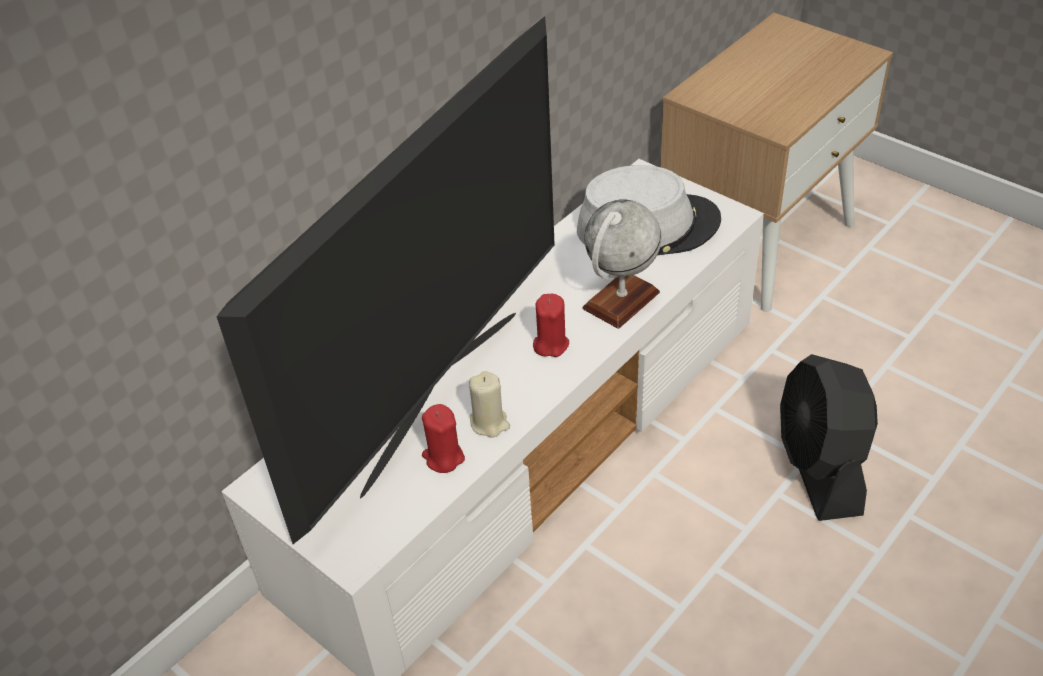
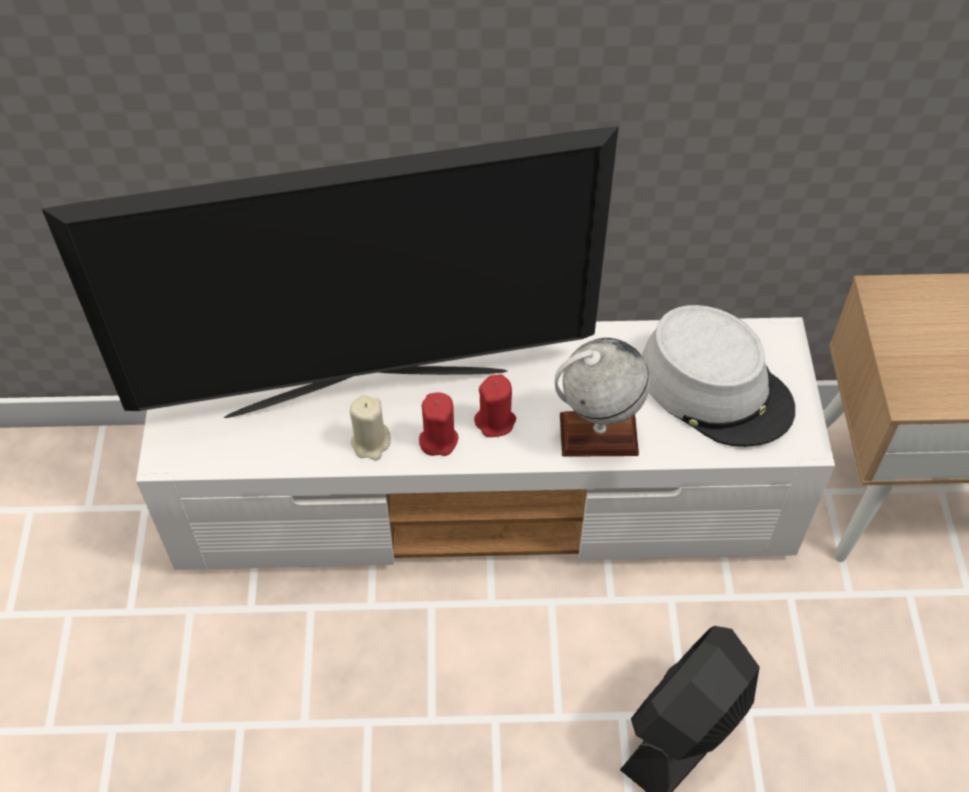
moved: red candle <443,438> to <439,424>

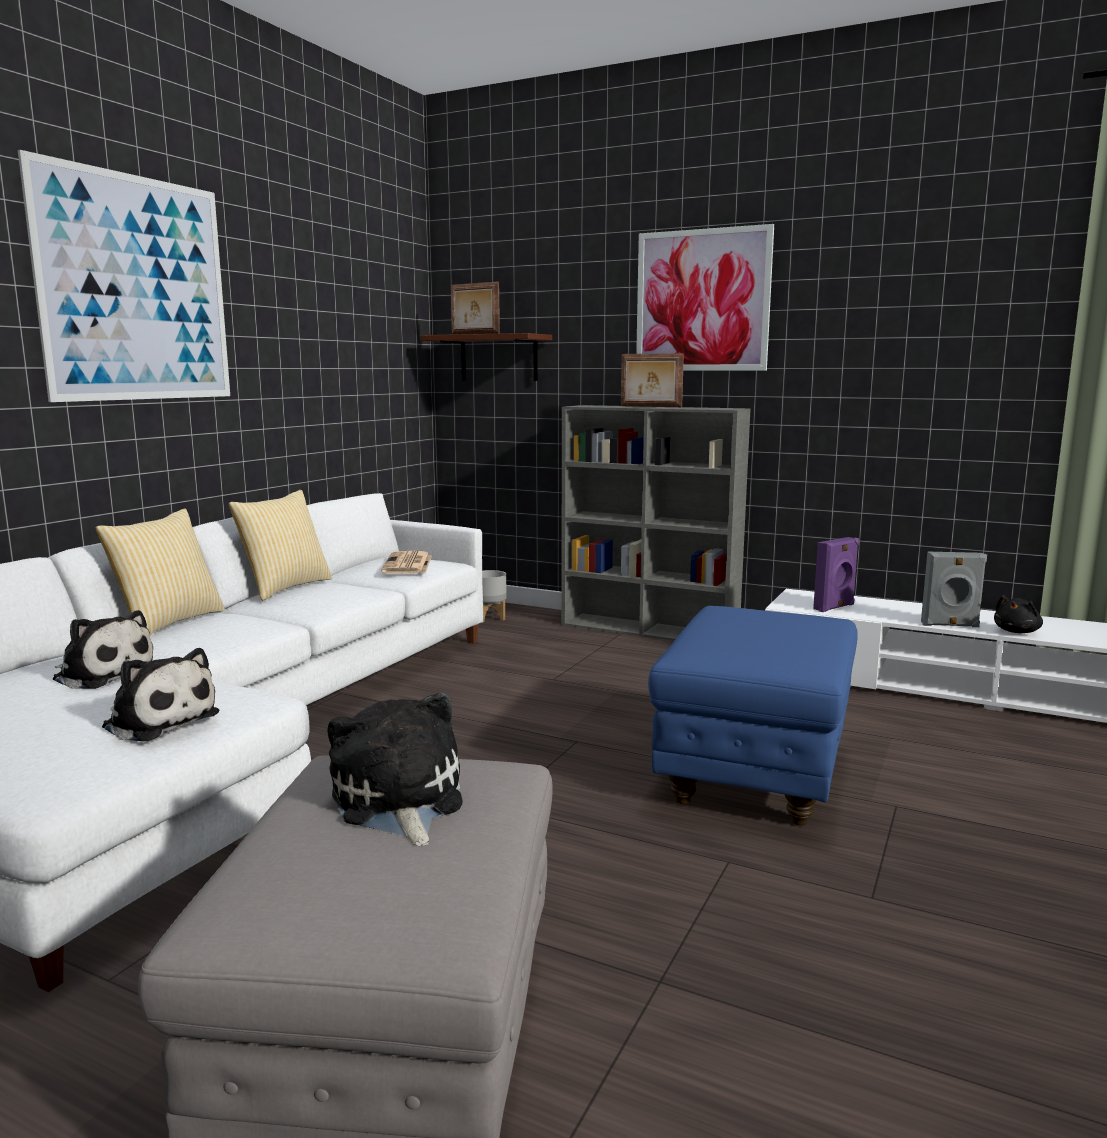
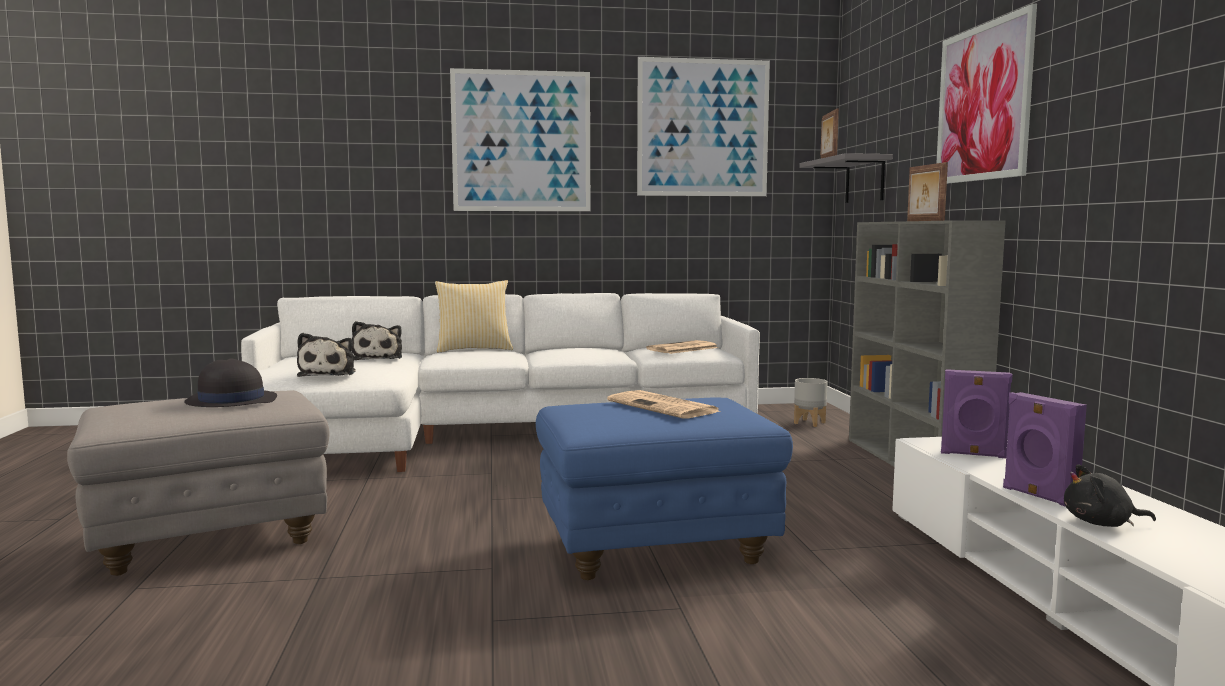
removed: pillow <280,545>
added: newspaper <664,404>; picture <703,126>
replaced: plush toy <395,769> to black hat <230,382>
recoloured: brown shelf <486,357> to grey shelf <846,178>; grey speaker <954,589> to purple speaker <1045,449>

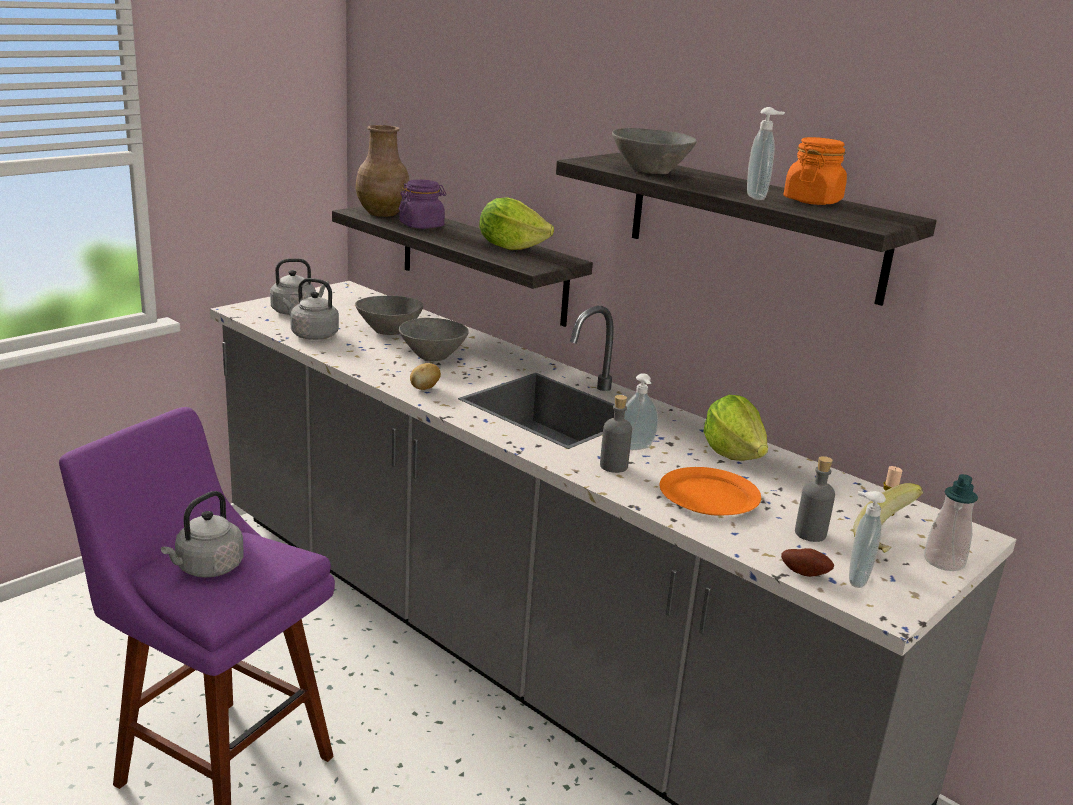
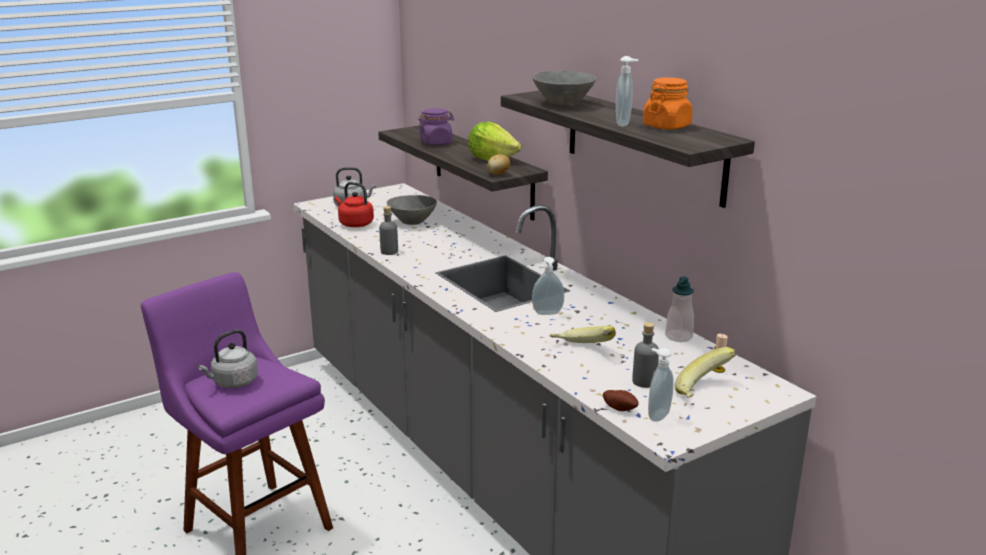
removed: brown vase <382,171>; grey bowl <434,339>; lettuce <736,428>
moved: potato <425,376> to <498,165>; grey bottle <616,434> to <388,230>; soap dispenser <951,522> to <679,309>
replaced: orange plate <710,491> to banana <583,334>
recoloured: grey kettle <311,309> to red kettle <354,204>

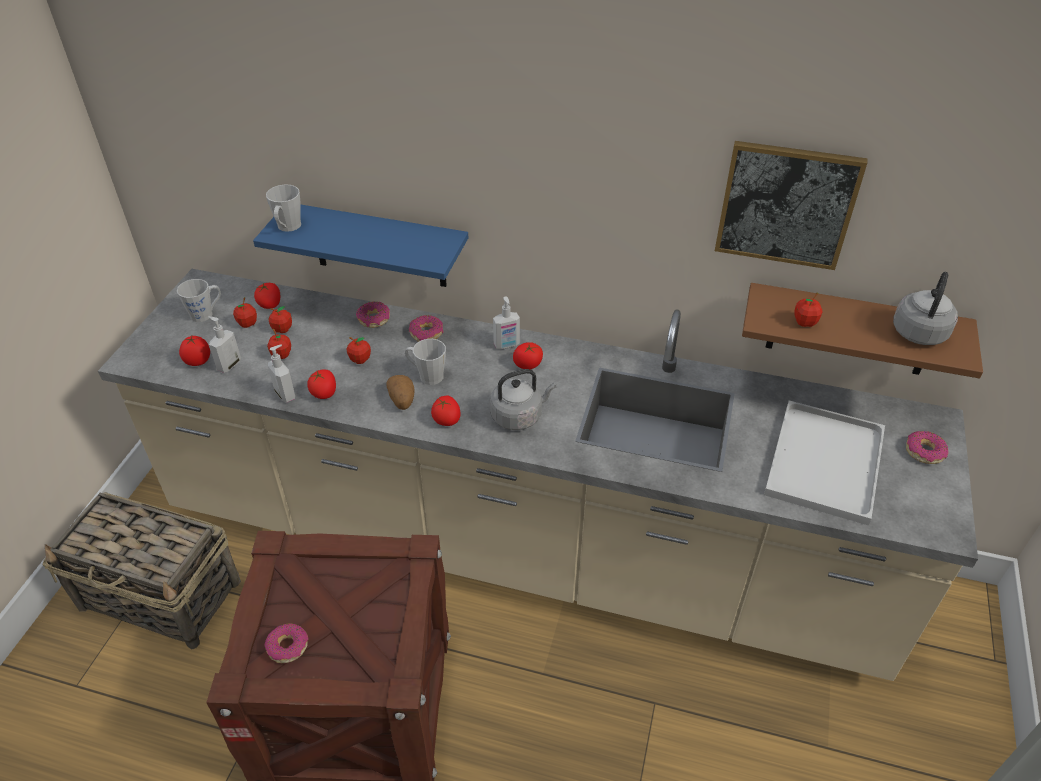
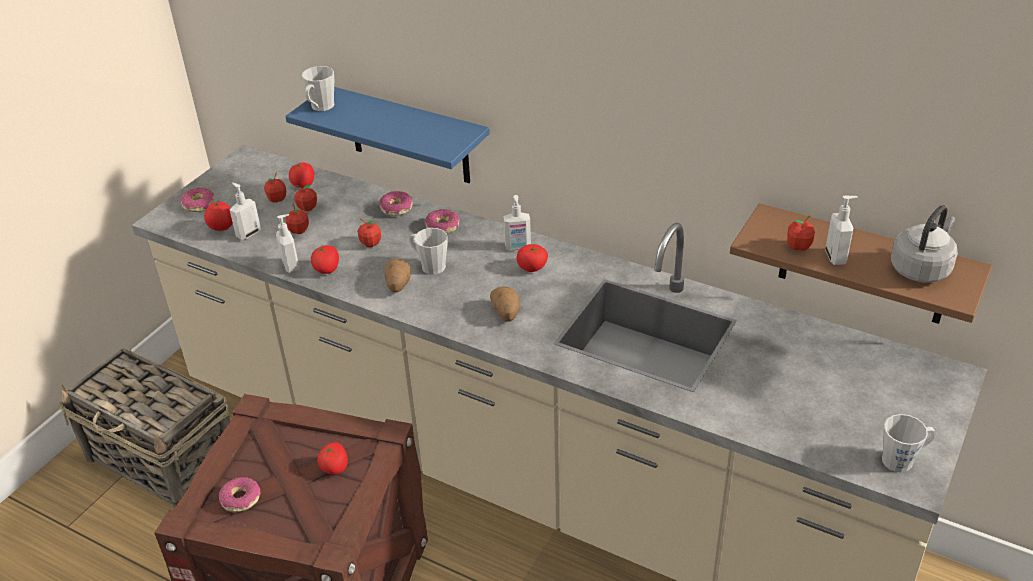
removed: picture <791,205>; white tray <824,462>
added: soap dispenser <841,230>
moved: grey mug <199,300> to <909,443>; tomato <445,411> to <332,459>; donut <927,447> to <197,200>
replaced: grey kettle <523,399> to potato <504,303>

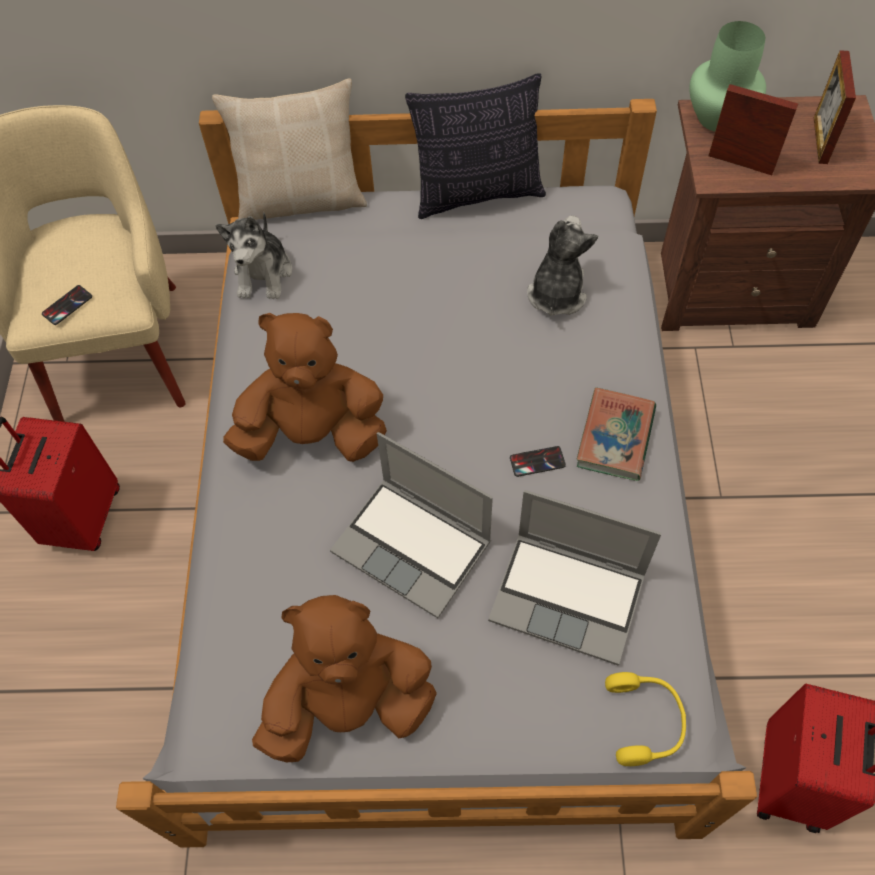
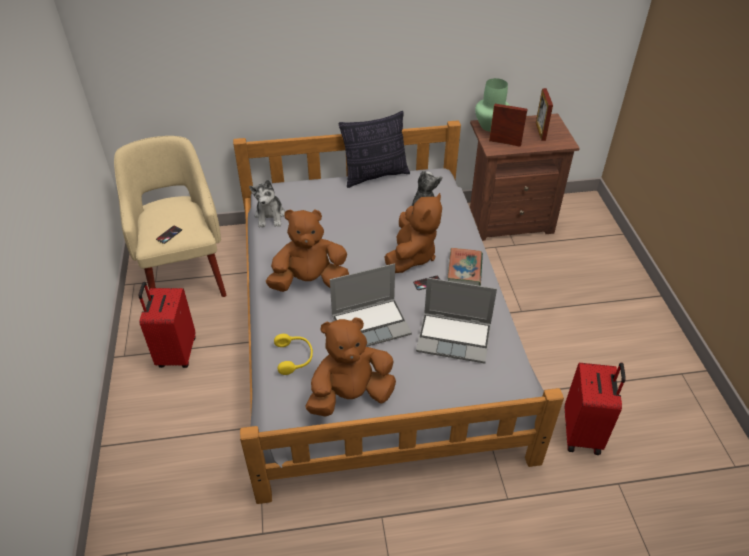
removed: beige pillow <289,149>
added: brown plush toy <413,233>
moved: yellow headphones <645,719> to <293,354>
turned: laptop <411,525> = <371,305> 45 degrees counterclockwise

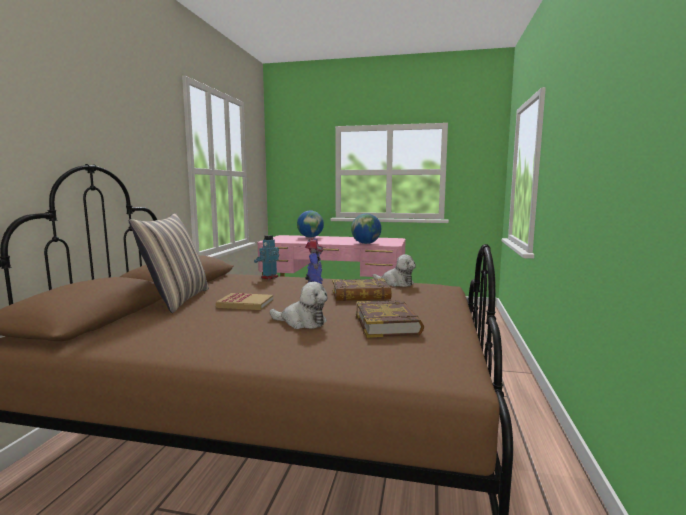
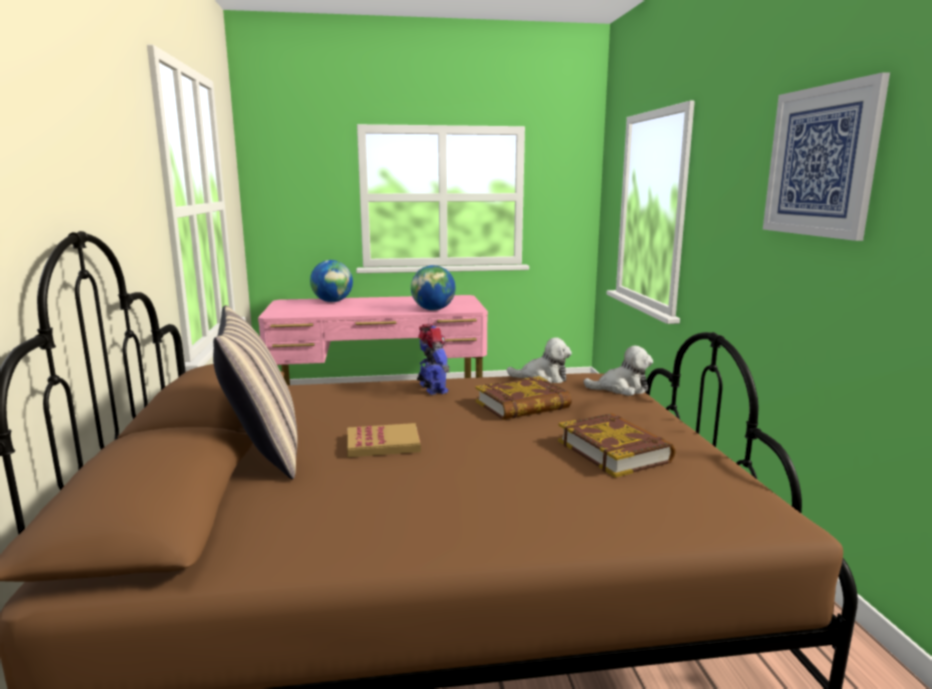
removed: toy robot <266,257>
added: picture <826,156>
moved: plush toy <299,305> to <618,371>

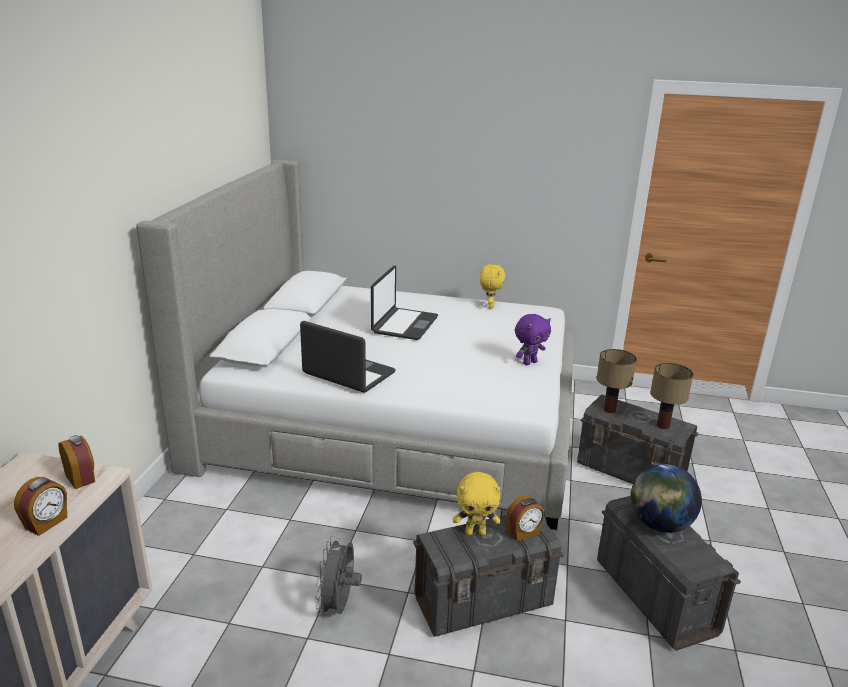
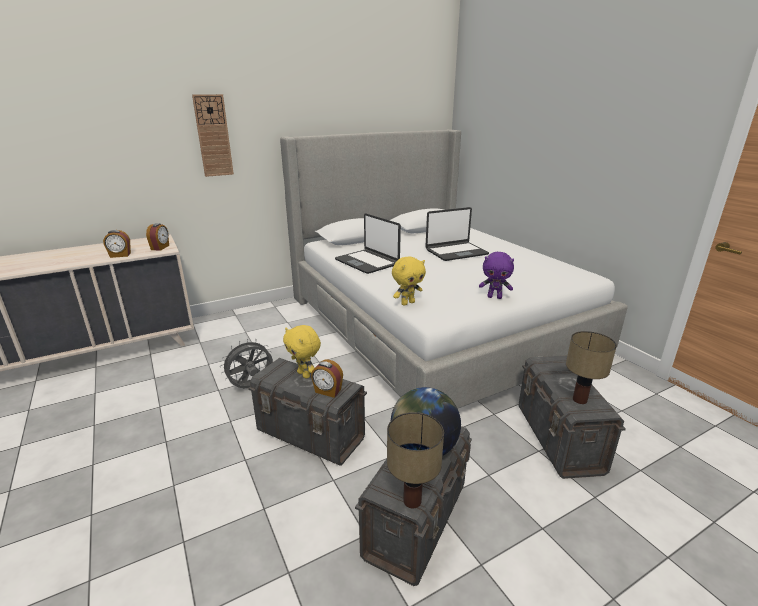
added: wall clock <213,135>
moved: yellow plush toy <492,286> to <409,281>; table lamp <617,381> to <415,460>
turned: laptop <348,356> = <368,243> 150 degrees clockwise

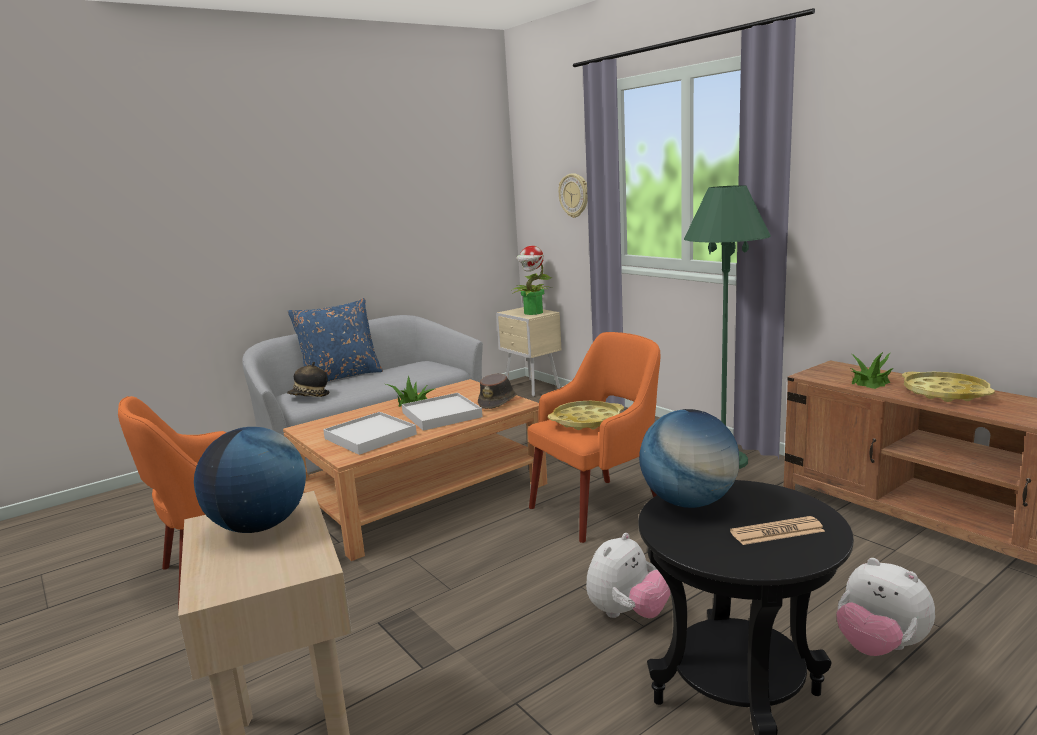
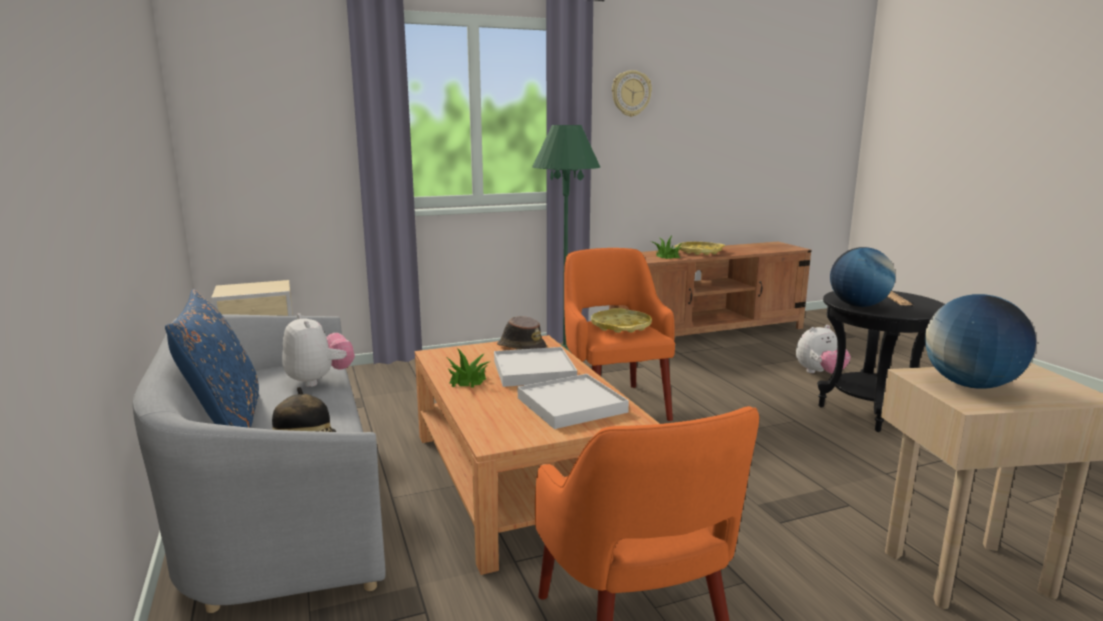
removed: potted plant <532,280>
moved: wall clock <573,195> to <632,93>; plush toy <628,576> to <318,350>

